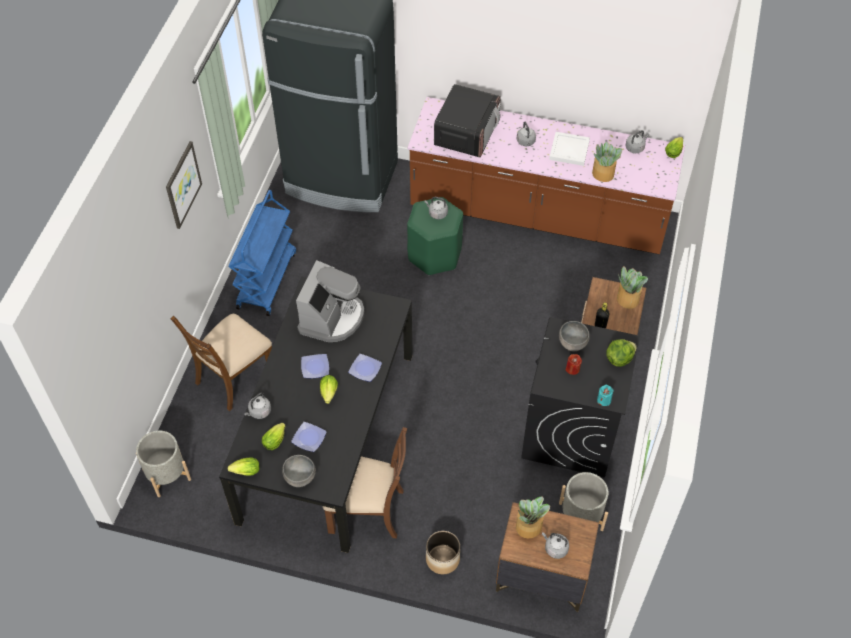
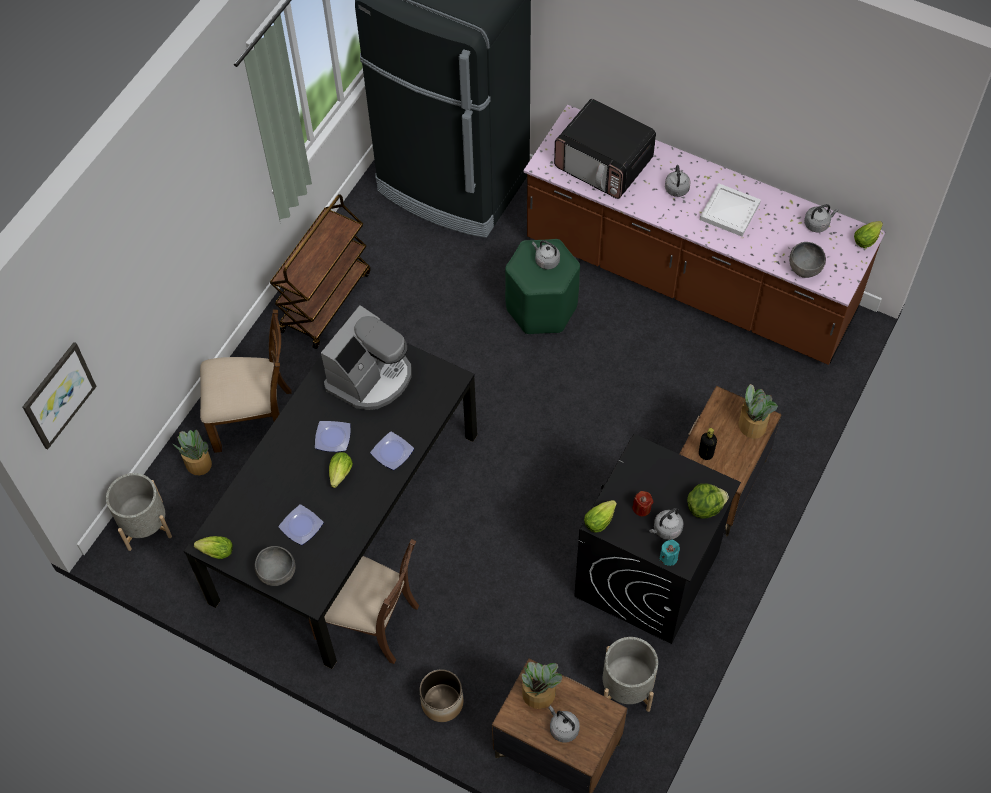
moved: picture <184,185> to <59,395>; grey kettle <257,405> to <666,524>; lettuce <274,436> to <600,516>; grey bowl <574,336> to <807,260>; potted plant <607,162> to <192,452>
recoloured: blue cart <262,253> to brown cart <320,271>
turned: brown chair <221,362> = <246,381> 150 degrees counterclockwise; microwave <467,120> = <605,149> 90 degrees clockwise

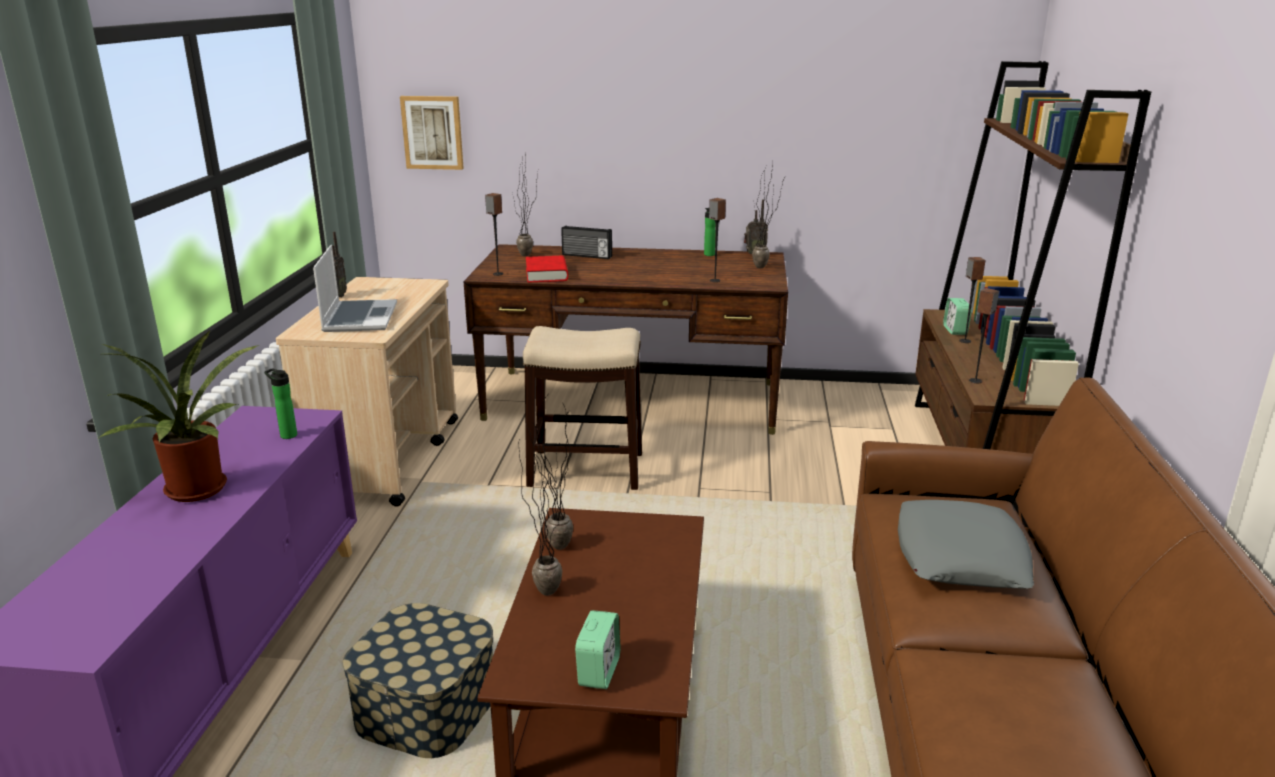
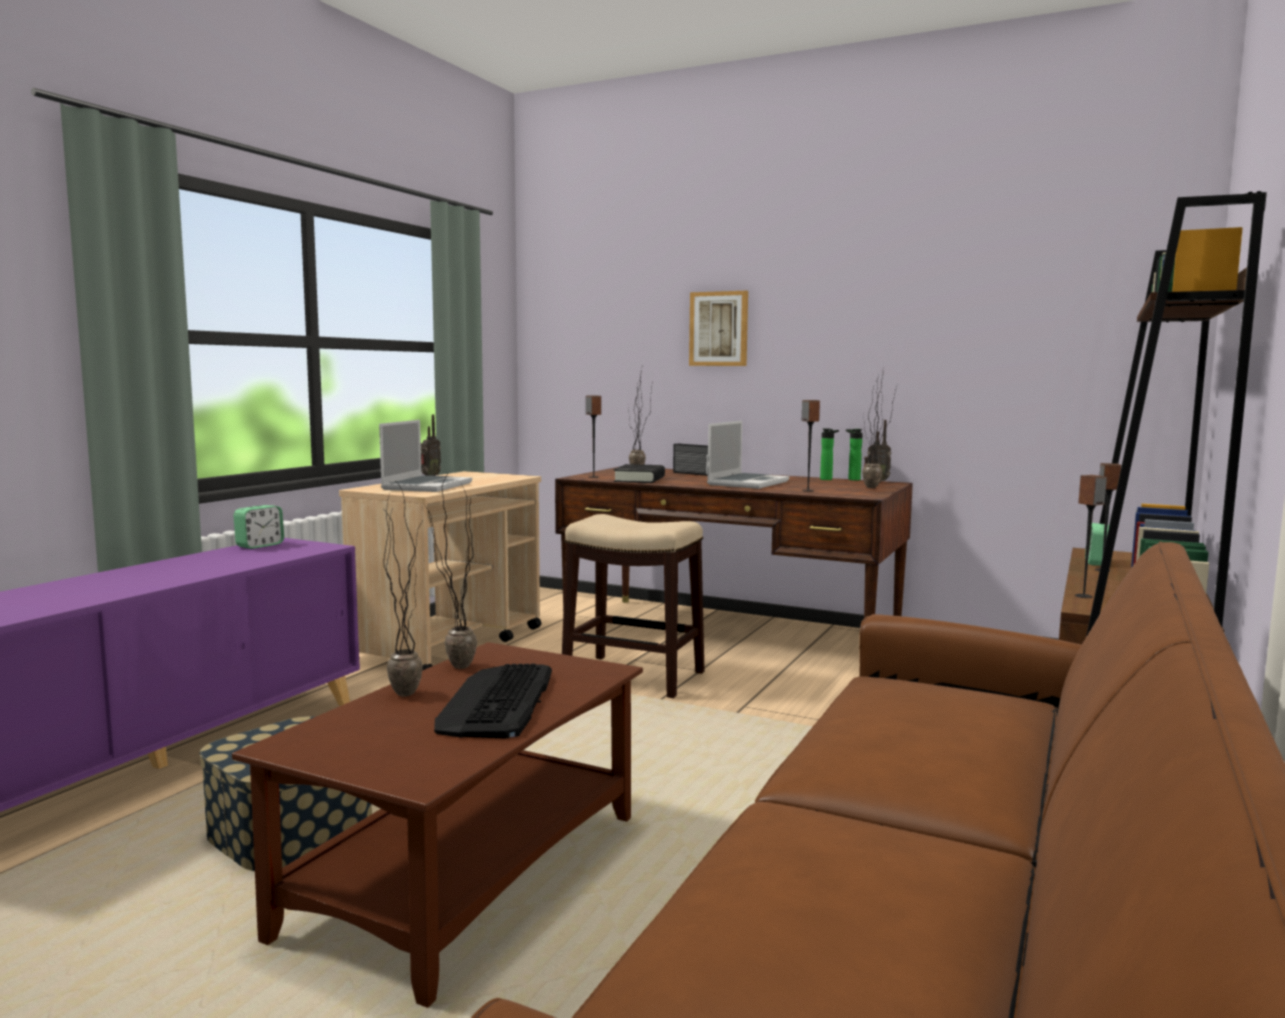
removed: potted plant <179,416>; grey pillow <966,544>
added: keyboard <493,701>; laptop <748,455>
moved: bottle <280,403> to <854,455>; picture <432,133> to <718,328>; alarm clock <598,649> to <258,527>
recoloured: red book <547,269> to black book <639,473>

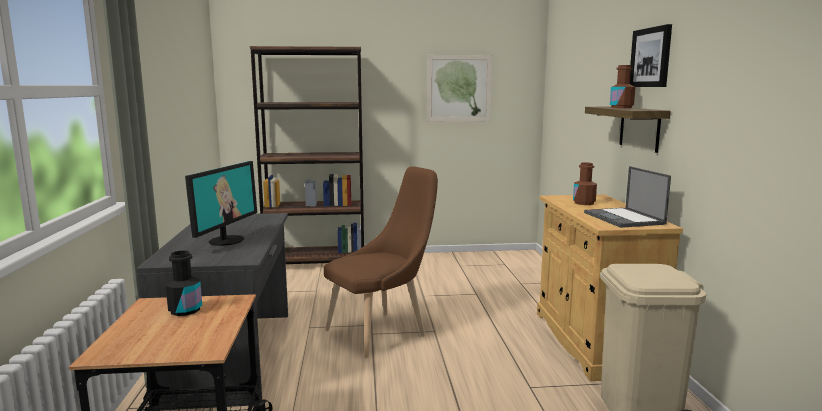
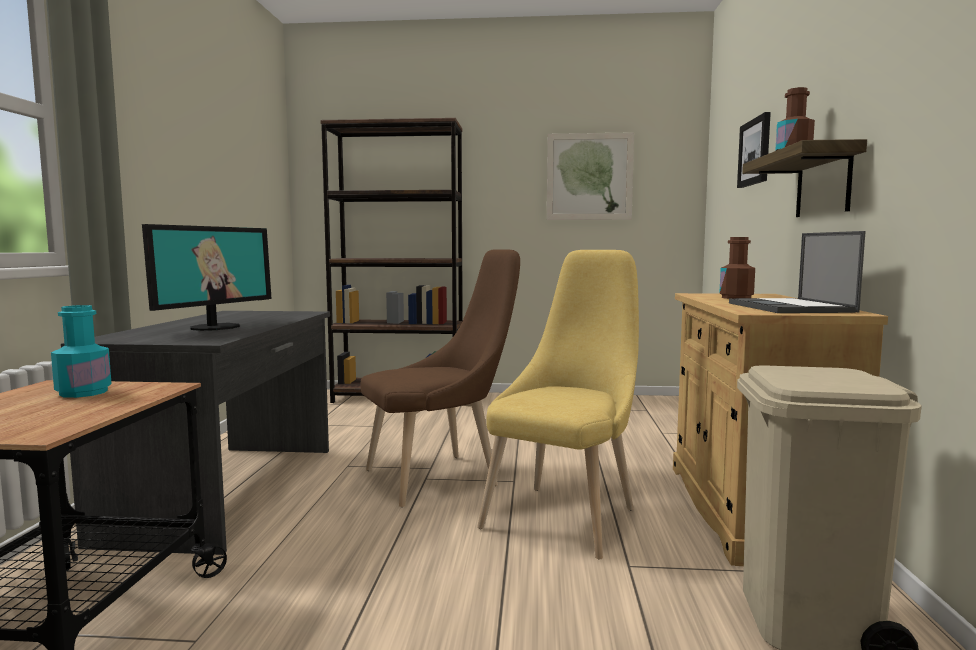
added: yellow chair <558,405>
moved: picture <651,55> to <754,150>
recoloured: black bottle <183,283> to turquoise bottle <81,351>

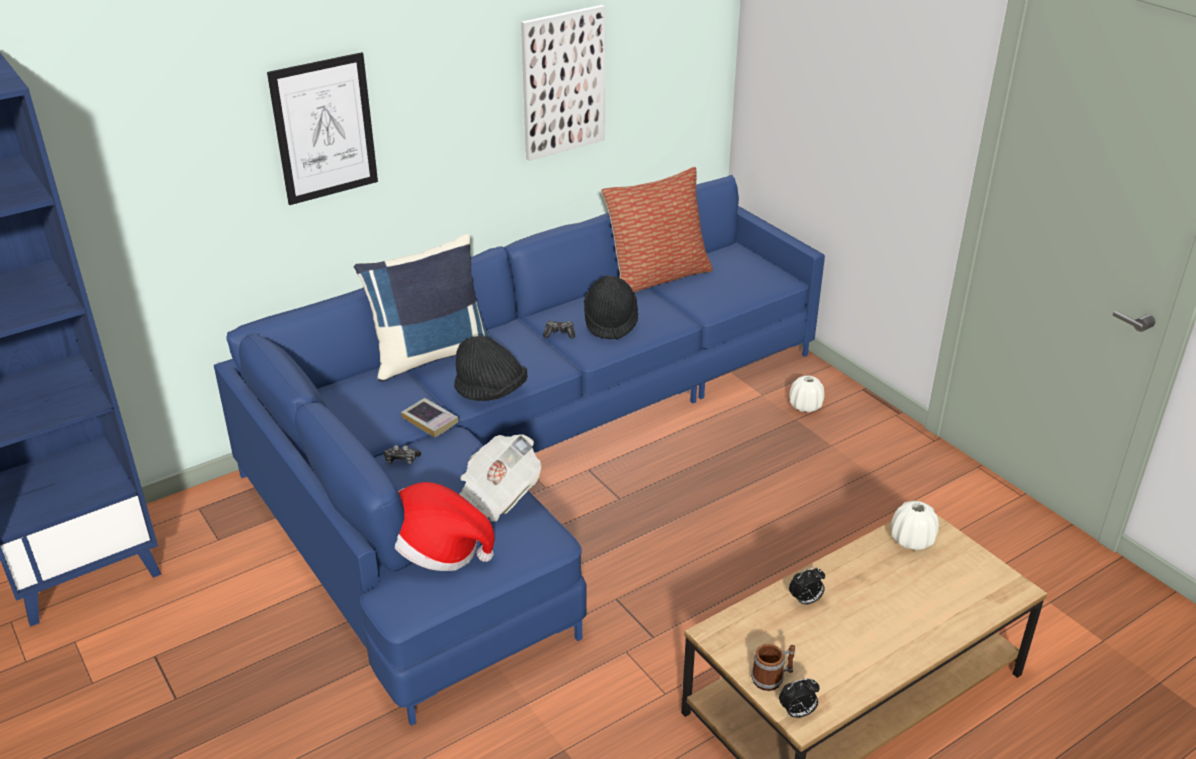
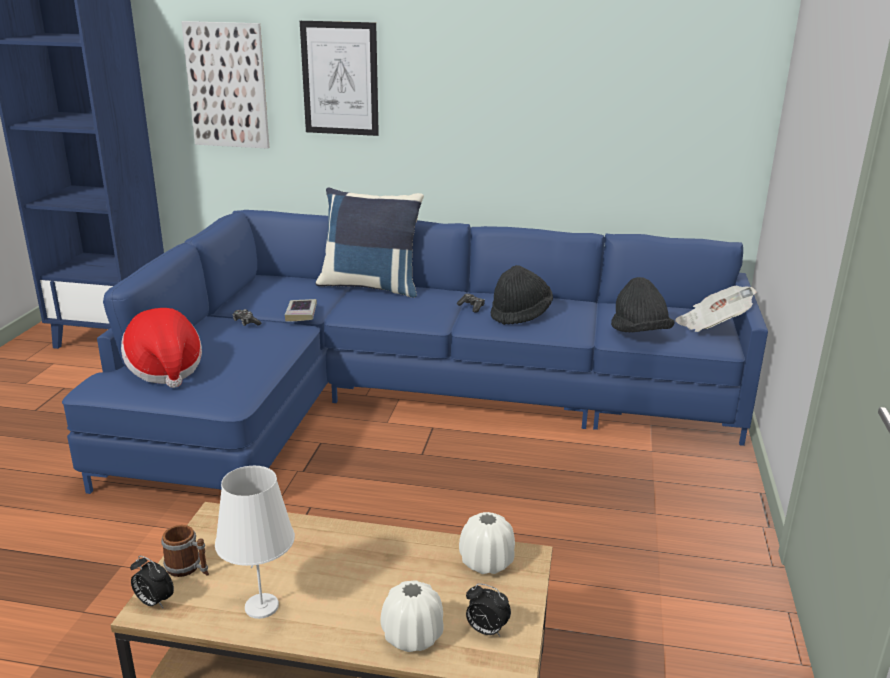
removed: pillow <657,230>
added: white table lamp <255,542>
moved: black hat <491,368> to <643,304>; newspaper <500,478> to <716,309>; picture <563,83> to <225,85>; white vase <806,394> to <411,616>; alarm clock <807,586> to <488,609>

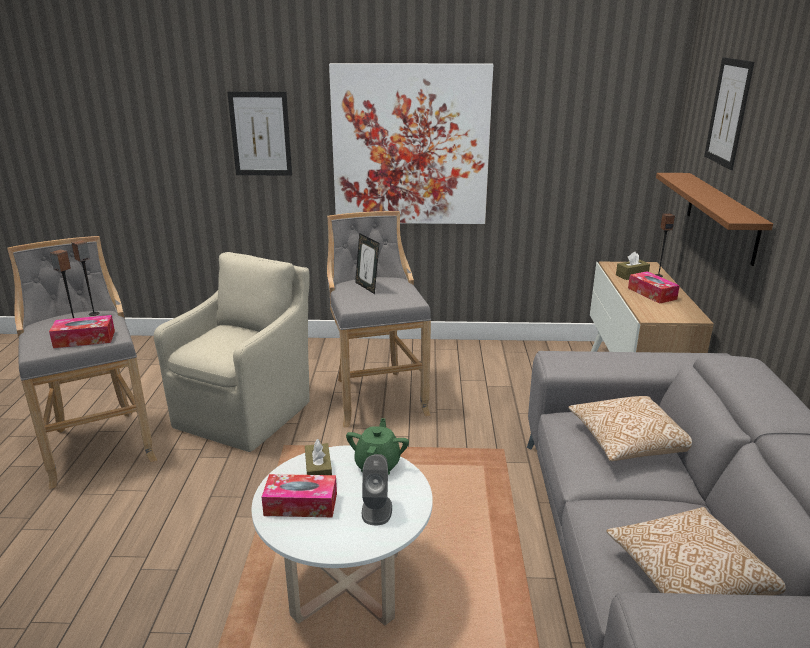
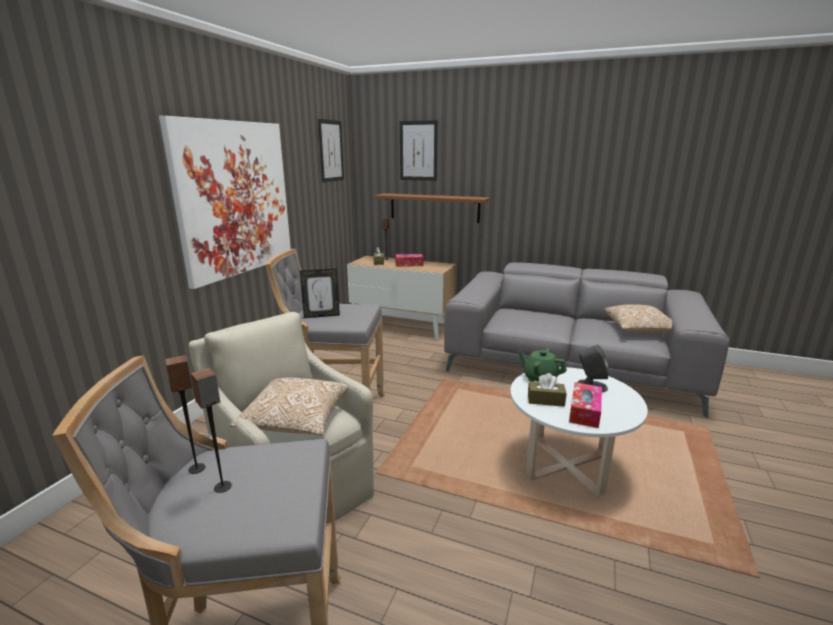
removed: tissue box <82,331>
moved: picture <259,133> to <331,150>; pillow <630,428> to <289,406>

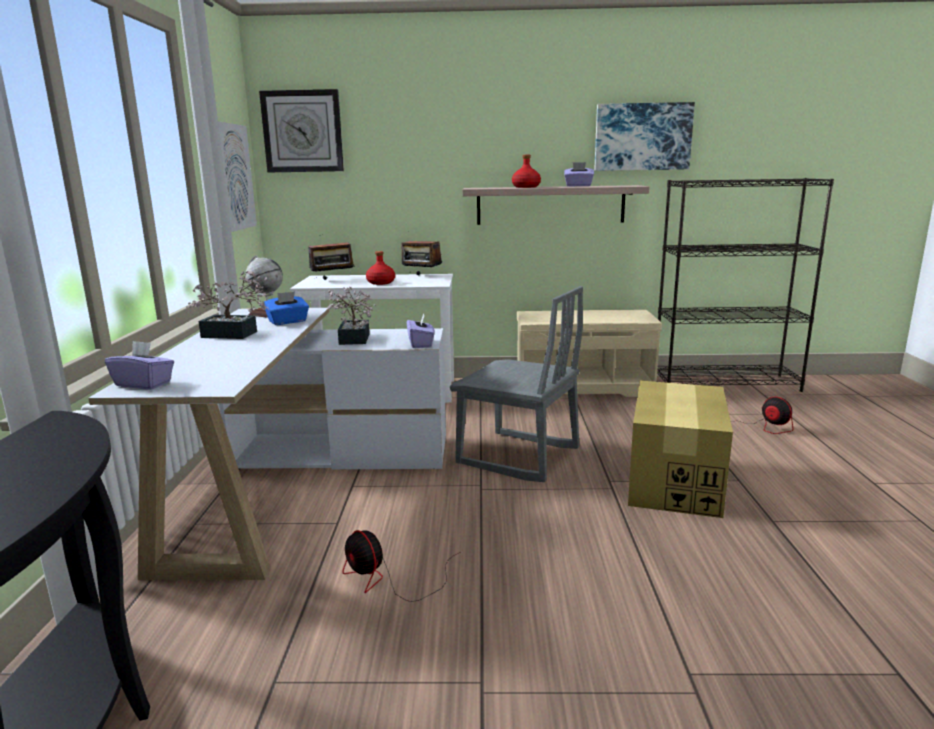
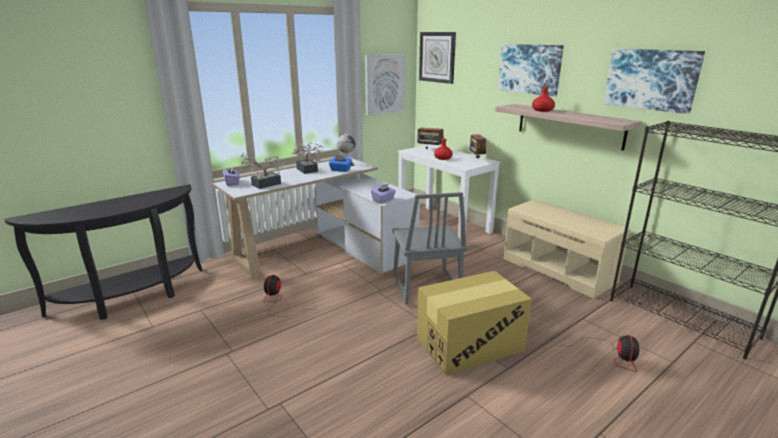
removed: purple tissue box <579,174>
added: picture <531,70>
moved: potted plant <352,316> to <262,171>

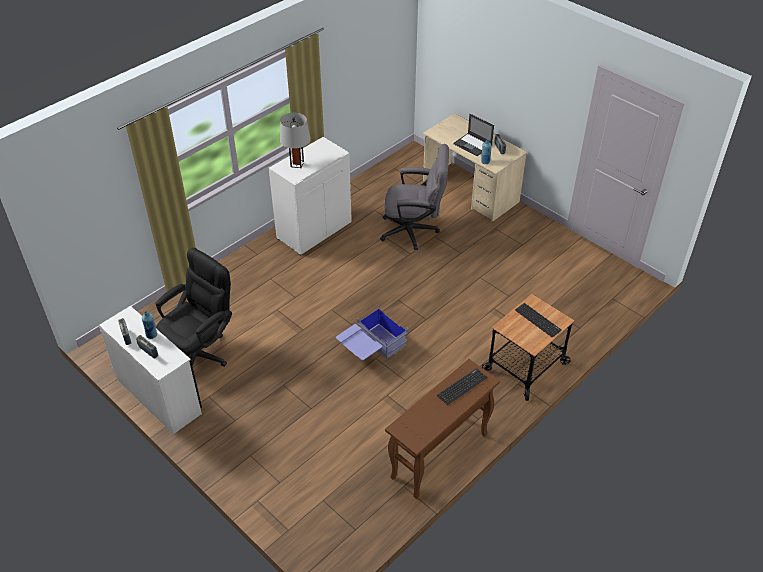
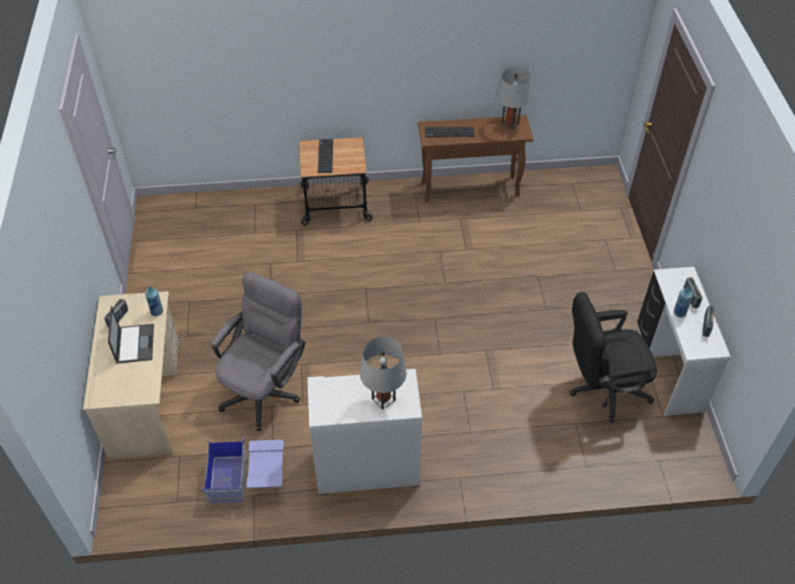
added: grey table lamp <513,98>
moved: blue storage box <372,334> to <243,470>
turned: grey office chair <414,197> = <259,351> 75 degrees clockwise

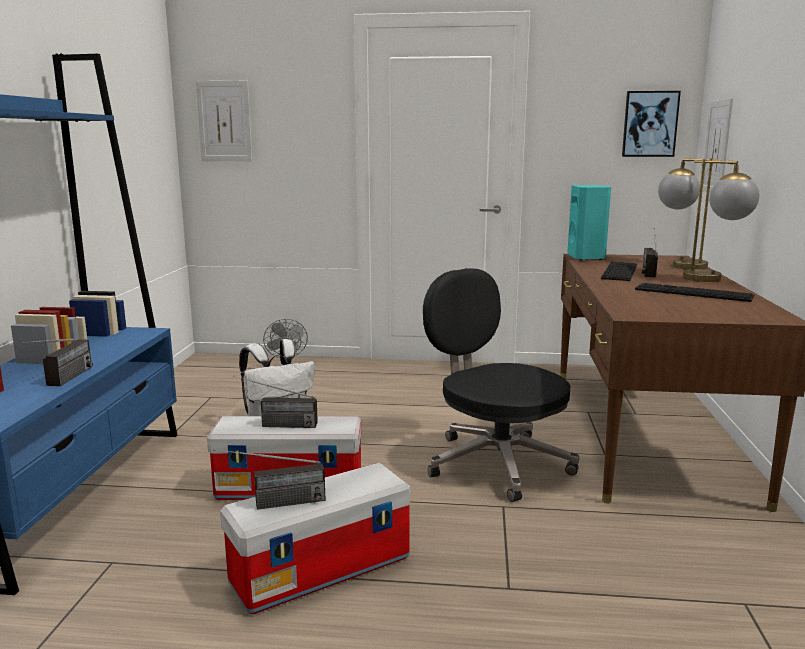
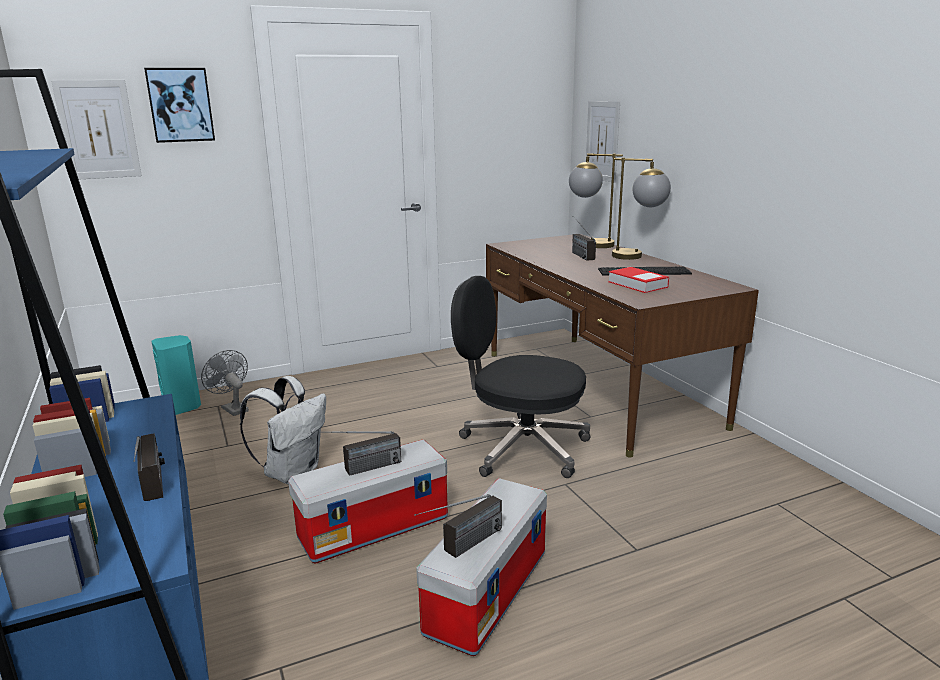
removed: keyboard <619,271>
added: book <638,280>
moved: turquoise speaker <589,223> to <176,375>; picture <651,124> to <179,105>

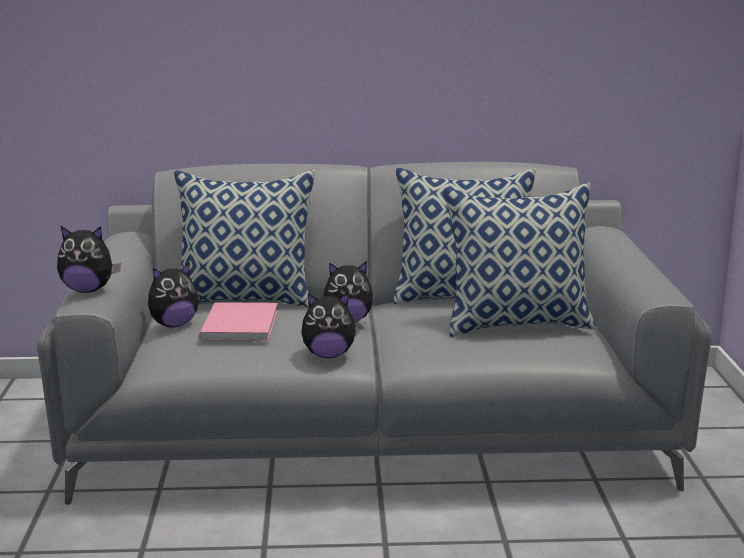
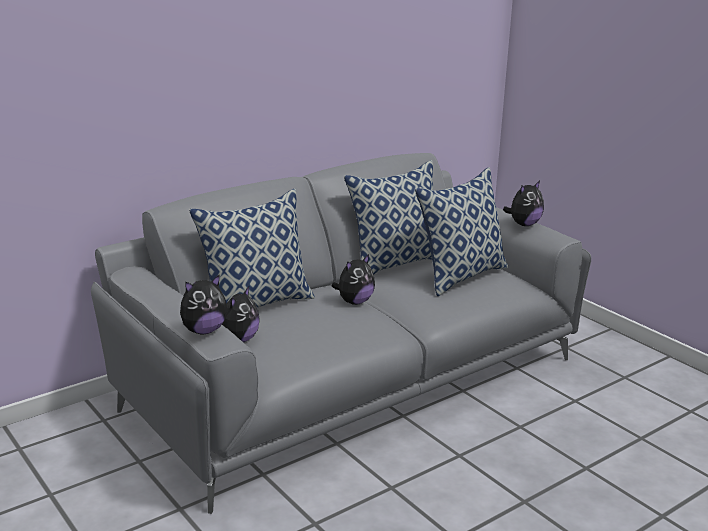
removed: pink book <238,321>
moved: plush toy <330,325> to <523,203>

